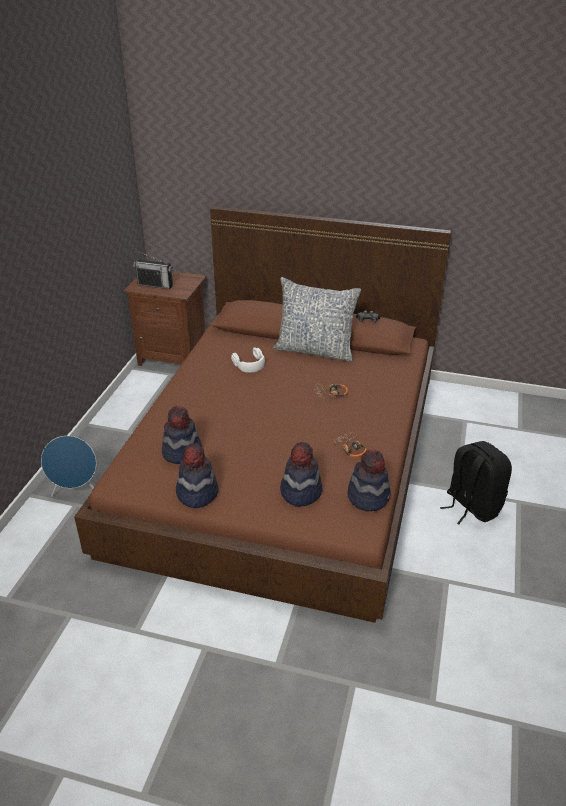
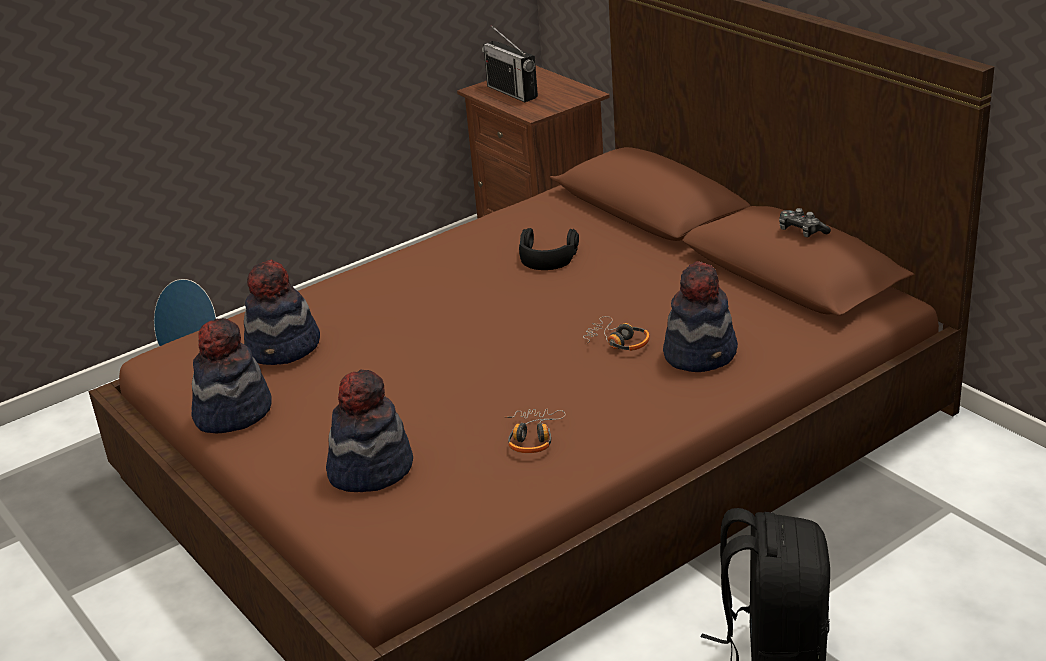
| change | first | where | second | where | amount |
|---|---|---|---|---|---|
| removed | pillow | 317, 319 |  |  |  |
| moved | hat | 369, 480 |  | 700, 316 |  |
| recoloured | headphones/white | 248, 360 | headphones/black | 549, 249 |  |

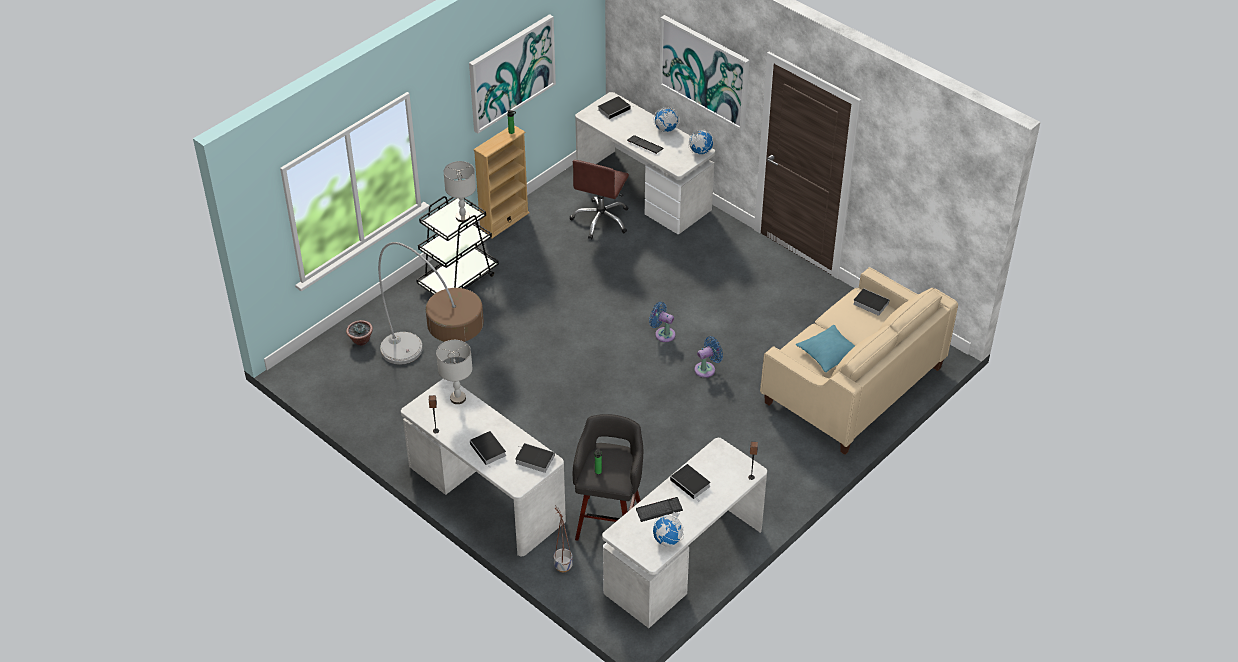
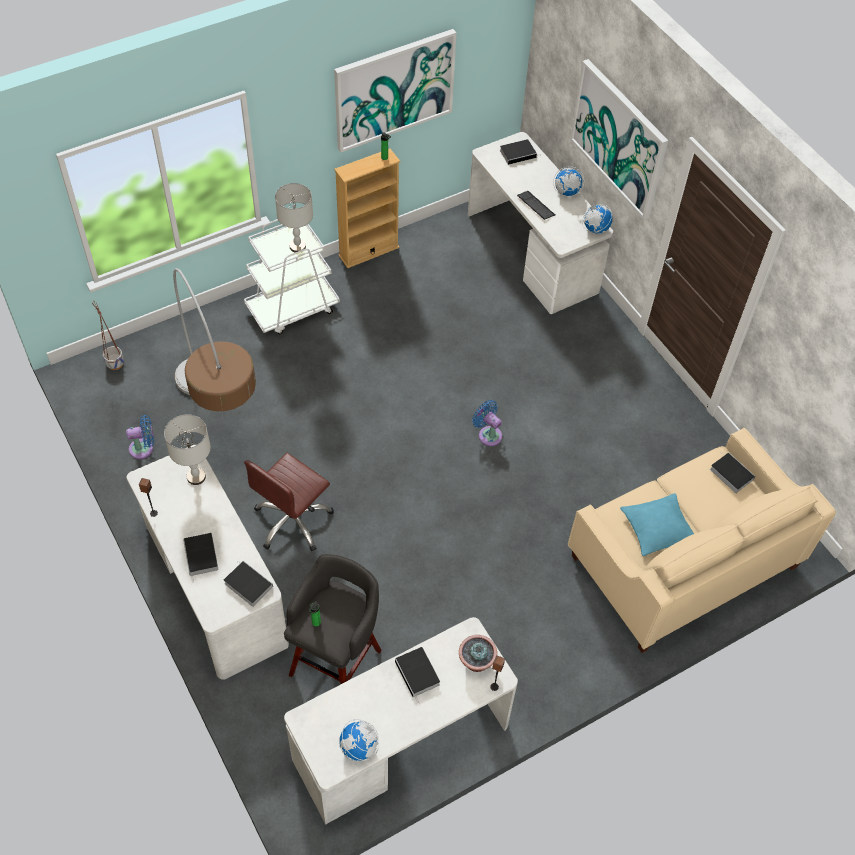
| change | first | where | second | where | amount |
|---|---|---|---|---|---|
| removed | keyboard | 659, 509 |  |  |  |
| moved | potted plant | 359, 333 |  | 478, 653 |  |
| moved | planter | 563, 538 |  | 108, 335 |  |
| moved | office chair/brown | 599, 199 |  | 289, 502 |  |
| moved | fan/blue | 708, 357 |  | 140, 437 |  |
| recoloured | cart/black | 457, 245 | cart/white | 292, 276 |  |

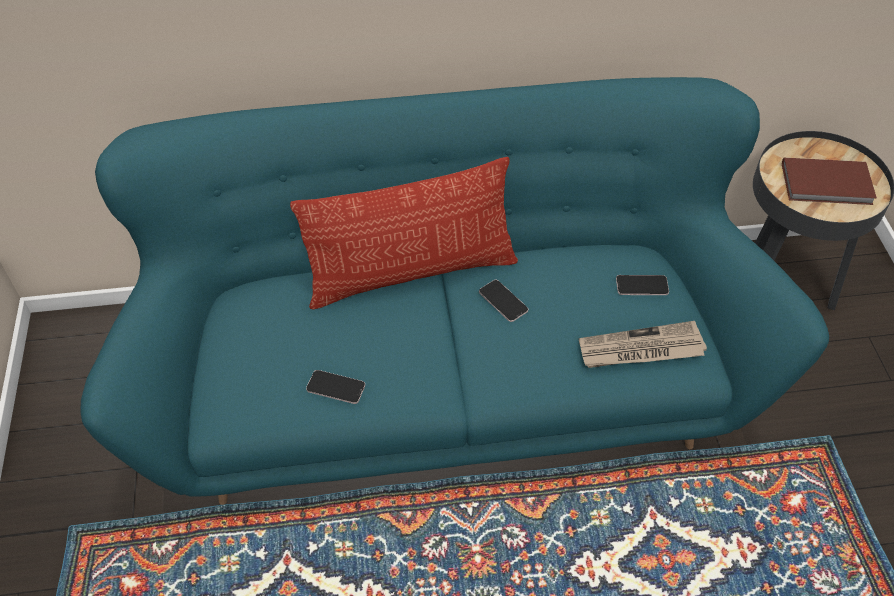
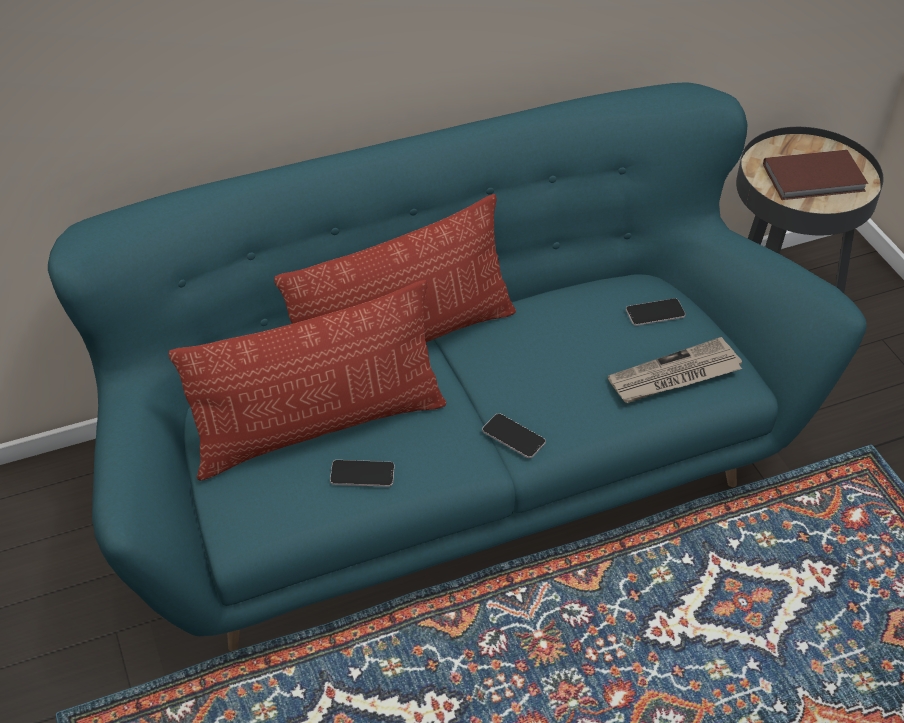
| change | first | where | second | where | amount |
|---|---|---|---|---|---|
| added |  |  | pillow | 307, 380 |  |
| moved | phone | 503, 301 |  | 514, 435 |  |

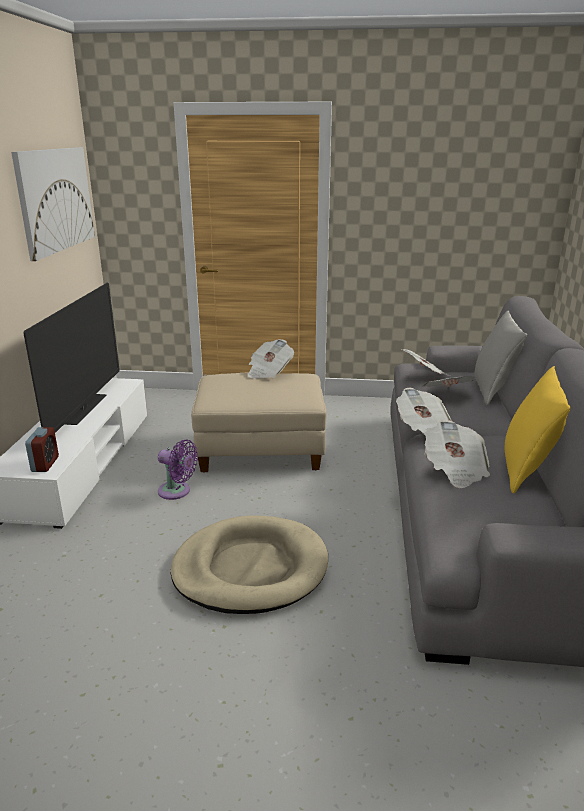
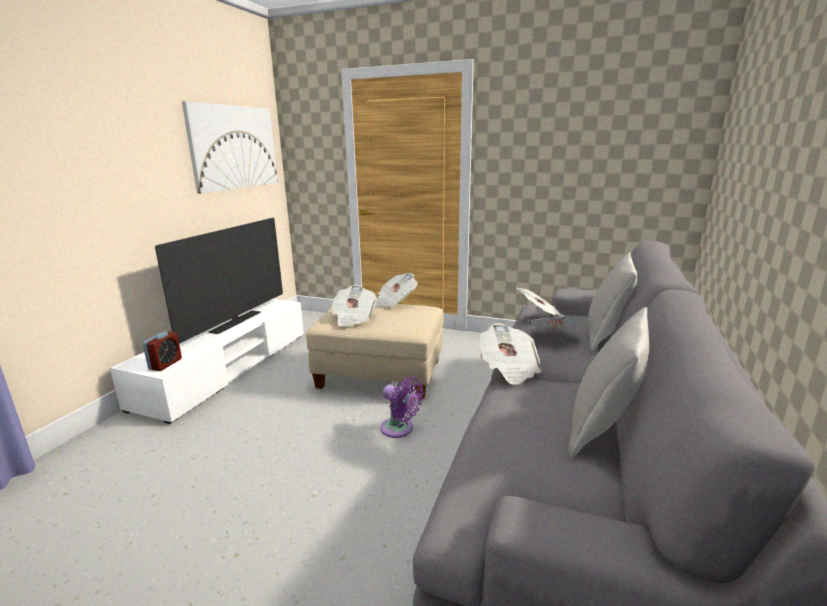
| change | first | where | second | where | amount |
|---|---|---|---|---|---|
| removed | dog bed/beige | 249, 565 |  |  |  |
| moved | fan/purple | 178, 470 |  | 402, 407 |  |
| moved | newspaper | 457, 454 |  | 354, 306 |  |
| recoloured | pillow/yellow | 537, 429 | pillow/grey | 608, 382 |  |

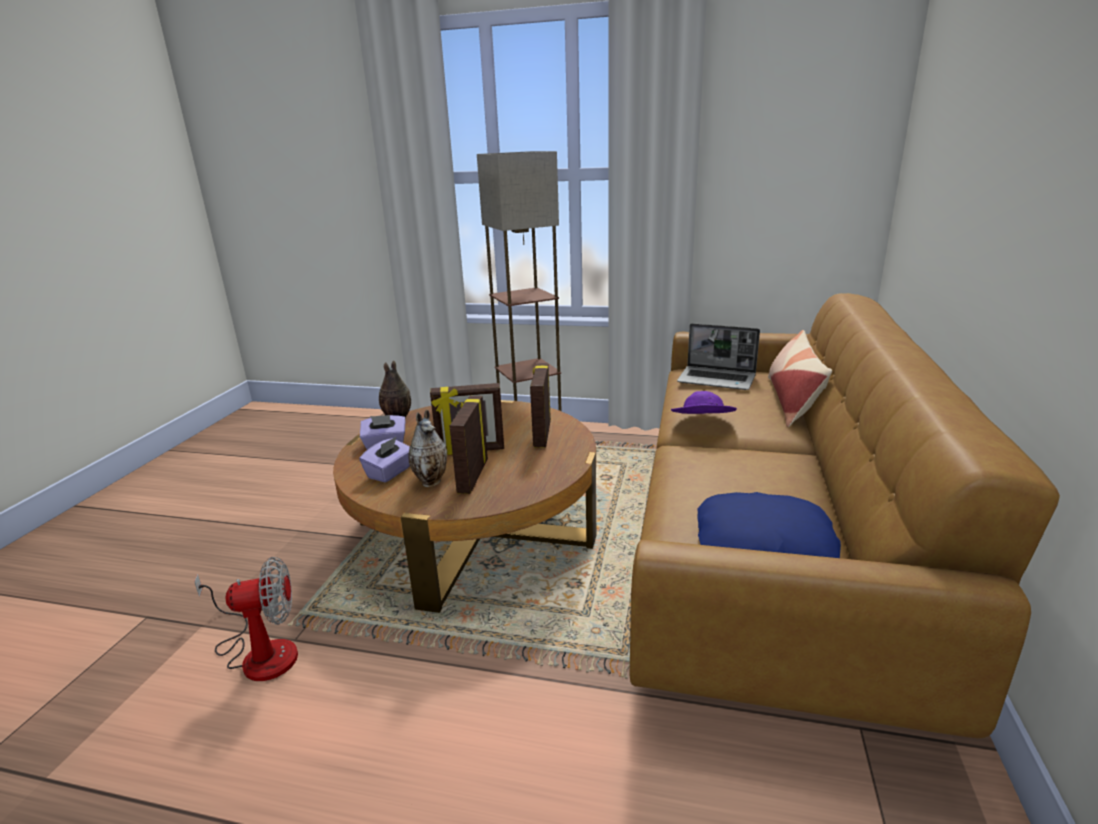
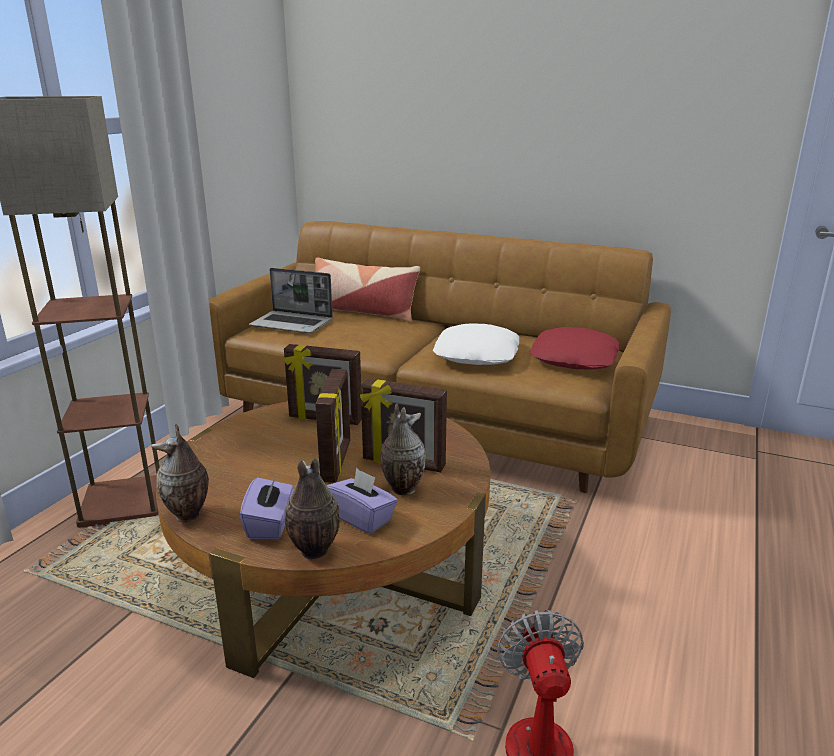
| change | first | where | second | where | amount |
|---|---|---|---|---|---|
| removed | hat/purple | 704, 402 |  |  |  |
| added |  |  | vase | 312, 508 |  |
| added |  |  | pillow/white | 476, 344 |  |
| recoloured | pillow/blue | 769, 525 | pillow/red | 574, 348 |  |
| turned | laptop | 718, 356 |  | 291, 301 | 75 degrees clockwise |

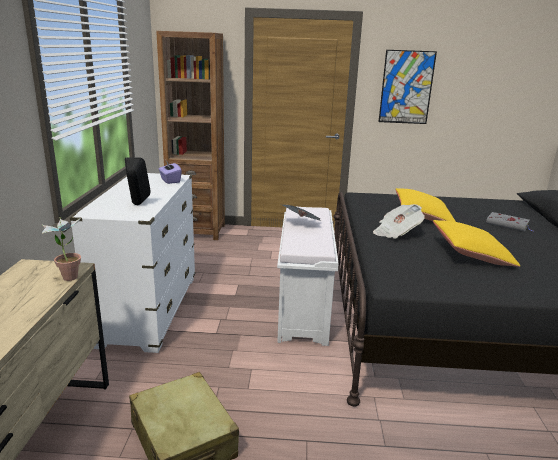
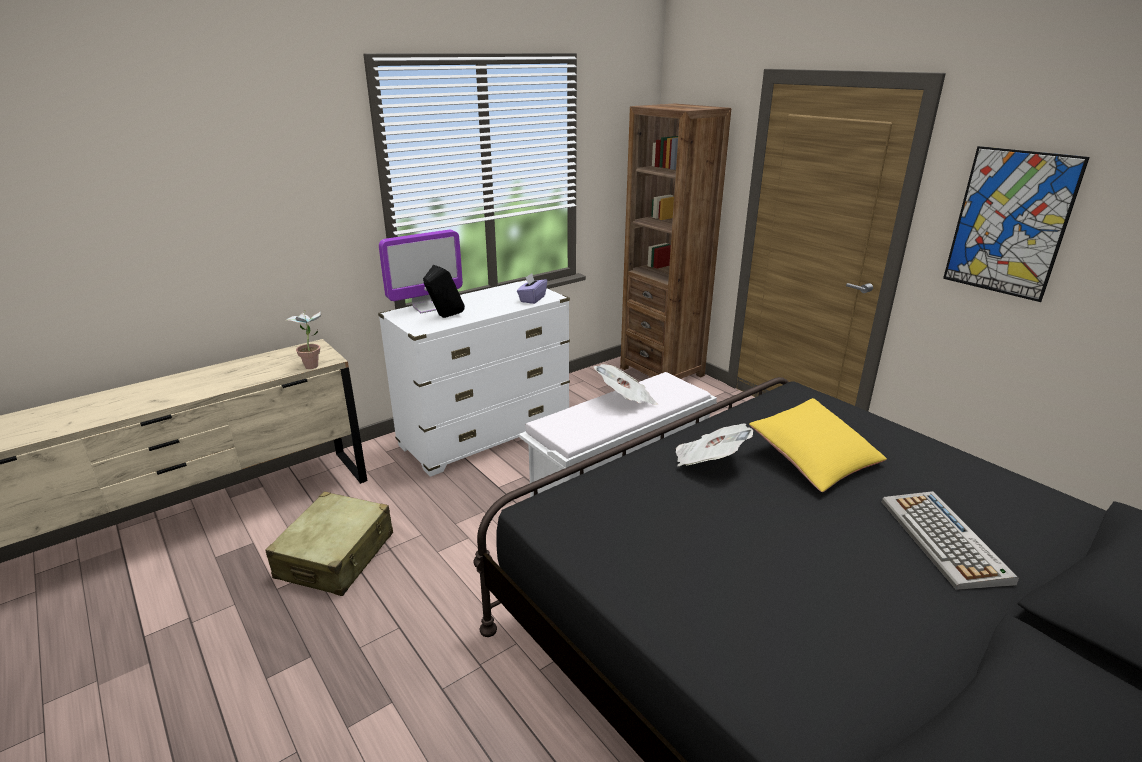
| change | first | where | second | where | amount |
|---|---|---|---|---|---|
| removed | pillow/yellow | 476, 243 |  |  |  |
| added |  |  | monitor | 421, 271 |  |
| replaced | book/grey | 509, 222 | keyboard | 950, 540 |  |

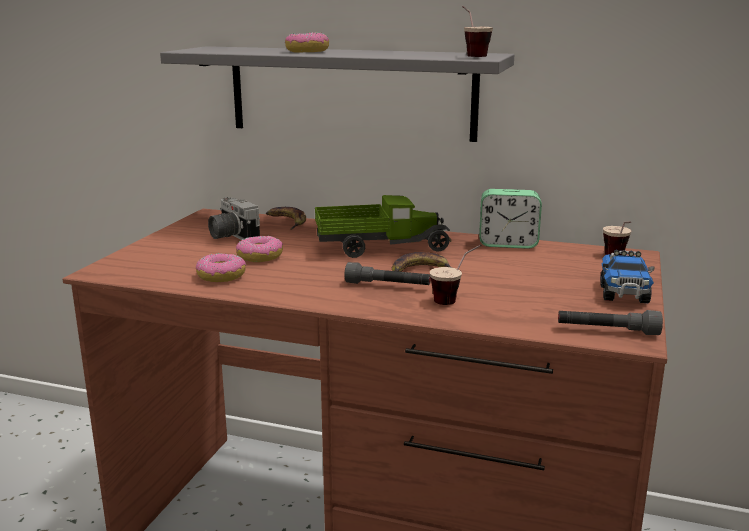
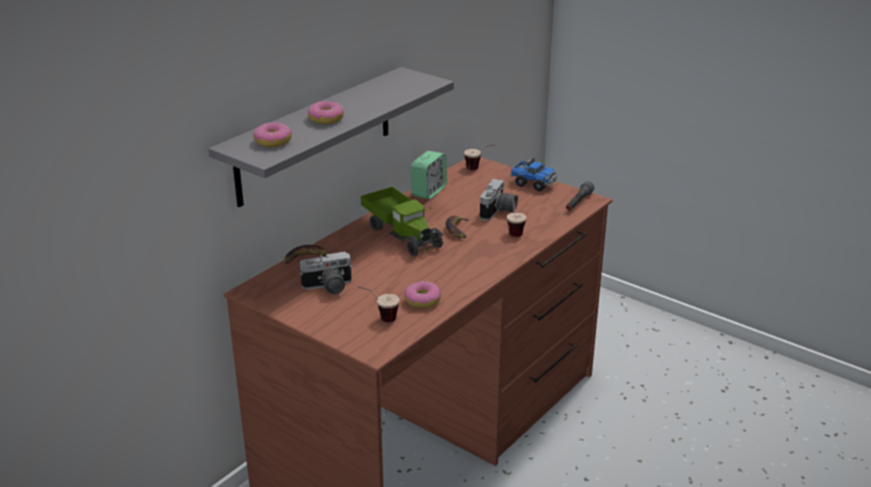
| change | first | where | second | where | amount |
|---|---|---|---|---|---|
| removed | flashlight/grey | 387, 273 |  |  |  |
| added |  |  | photo camera | 499, 200 |  |
| moved | donut | 259, 249 |  | 272, 134 |  |
| moved | cup | 477, 31 |  | 378, 304 |  |
| turned | toy truck | 383, 226 |  | 402, 221 | 135 degrees clockwise |

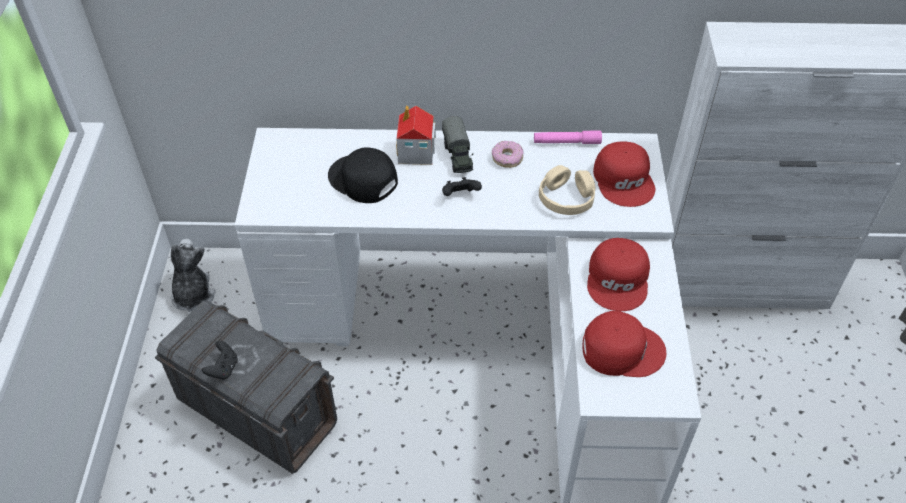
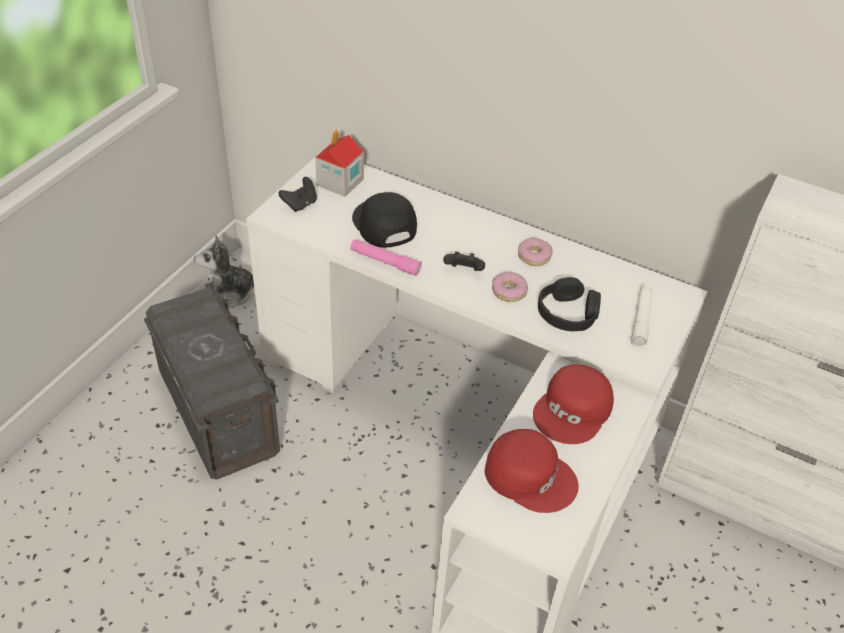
| change | first | where | second | where | amount |
|---|---|---|---|---|---|
| removed | toy truck | 457, 144 |  |  |  |
| added |  |  | donut | 510, 287 |  |
| moved | game controller/black | 220, 360 |  | 297, 194 |  |
| moved | toy house | 416, 135 |  | 339, 163 |  |
| moved | flashlight/pink | 568, 137 |  | 386, 258 |  |
| replaced | cap/red | 624, 174 | flashlight/white | 641, 316 |  |
| recoloured | headphones/beige | 567, 190 | headphones/black | 569, 304 |  |
| turned | plush toy | 193, 275 |  | 224, 271 | 120 degrees counterclockwise |

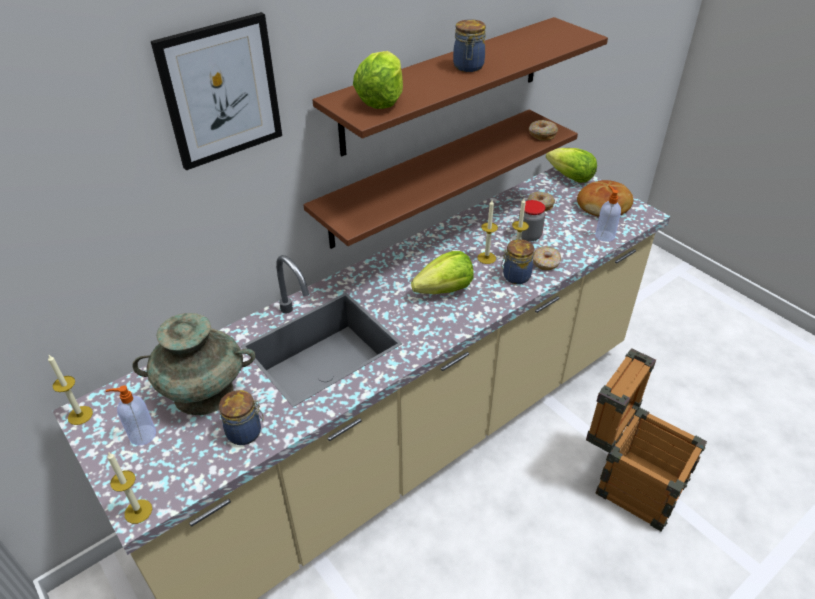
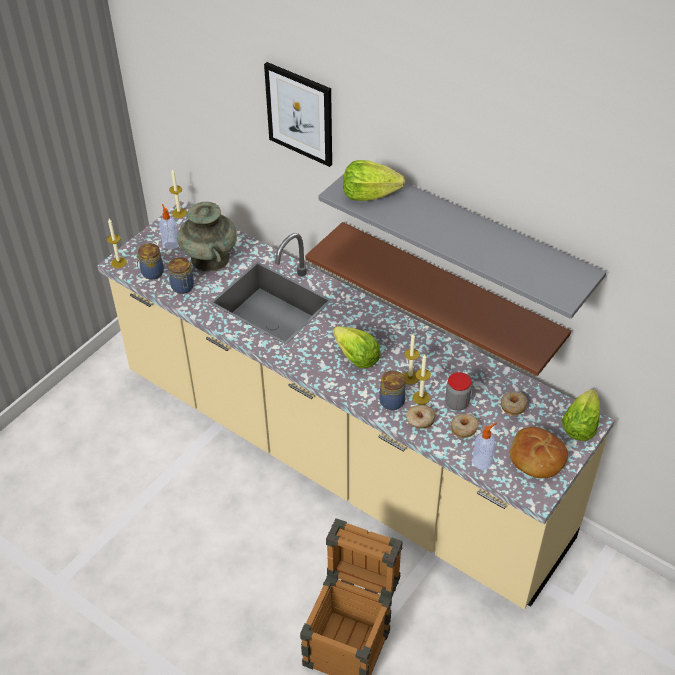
| change | first | where | second | where | amount |
|---|---|---|---|---|---|
| moved | jar | 469, 45 |  | 149, 261 |  |
| moved | donut | 543, 130 |  | 464, 426 |  |
| recoloured | shelf/brown | 460, 86 | shelf/grey | 462, 246 |  |

